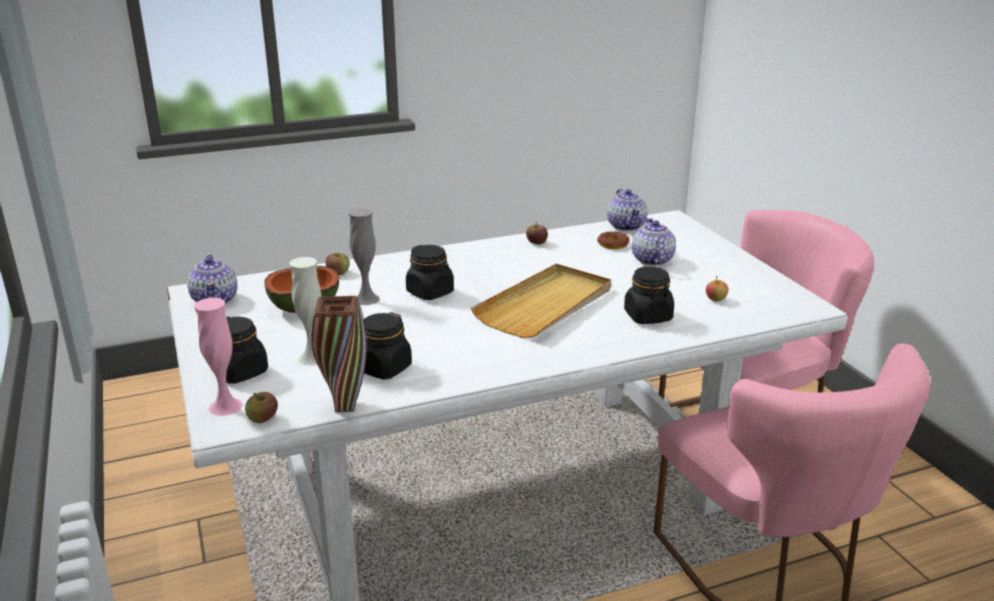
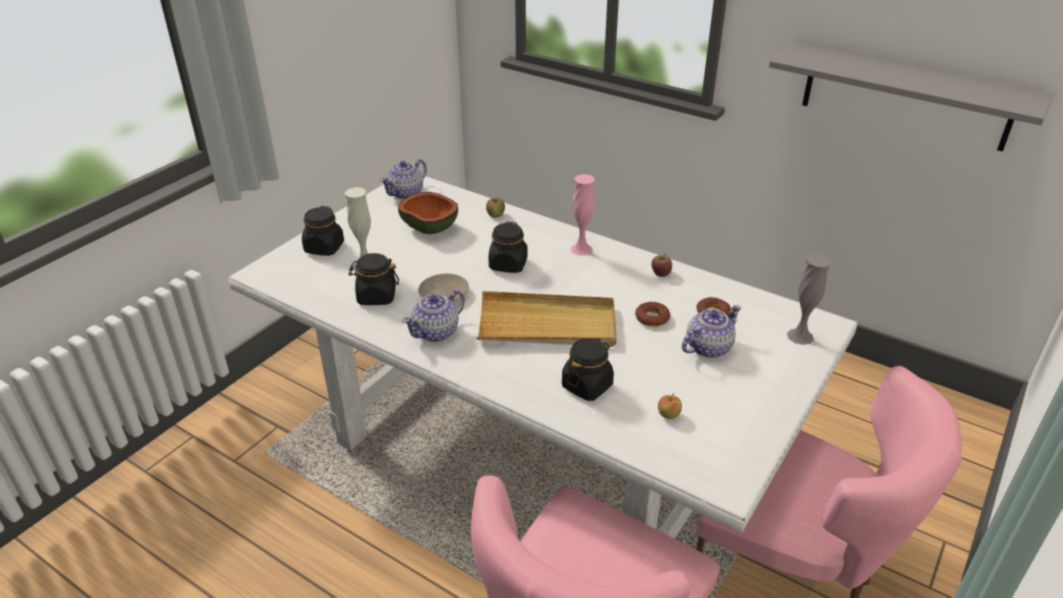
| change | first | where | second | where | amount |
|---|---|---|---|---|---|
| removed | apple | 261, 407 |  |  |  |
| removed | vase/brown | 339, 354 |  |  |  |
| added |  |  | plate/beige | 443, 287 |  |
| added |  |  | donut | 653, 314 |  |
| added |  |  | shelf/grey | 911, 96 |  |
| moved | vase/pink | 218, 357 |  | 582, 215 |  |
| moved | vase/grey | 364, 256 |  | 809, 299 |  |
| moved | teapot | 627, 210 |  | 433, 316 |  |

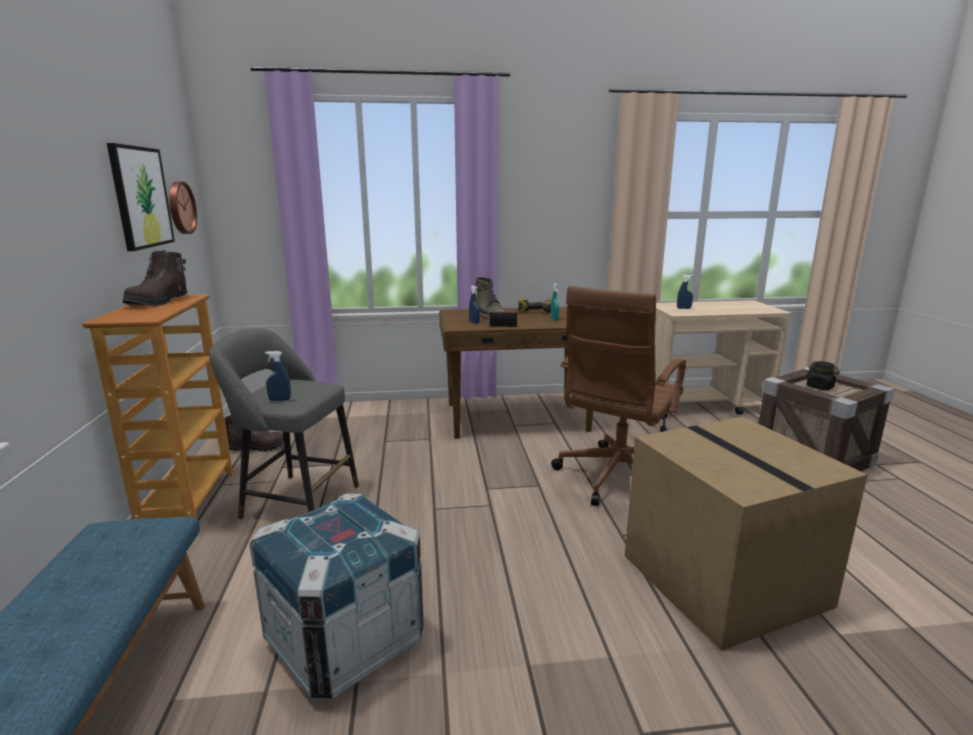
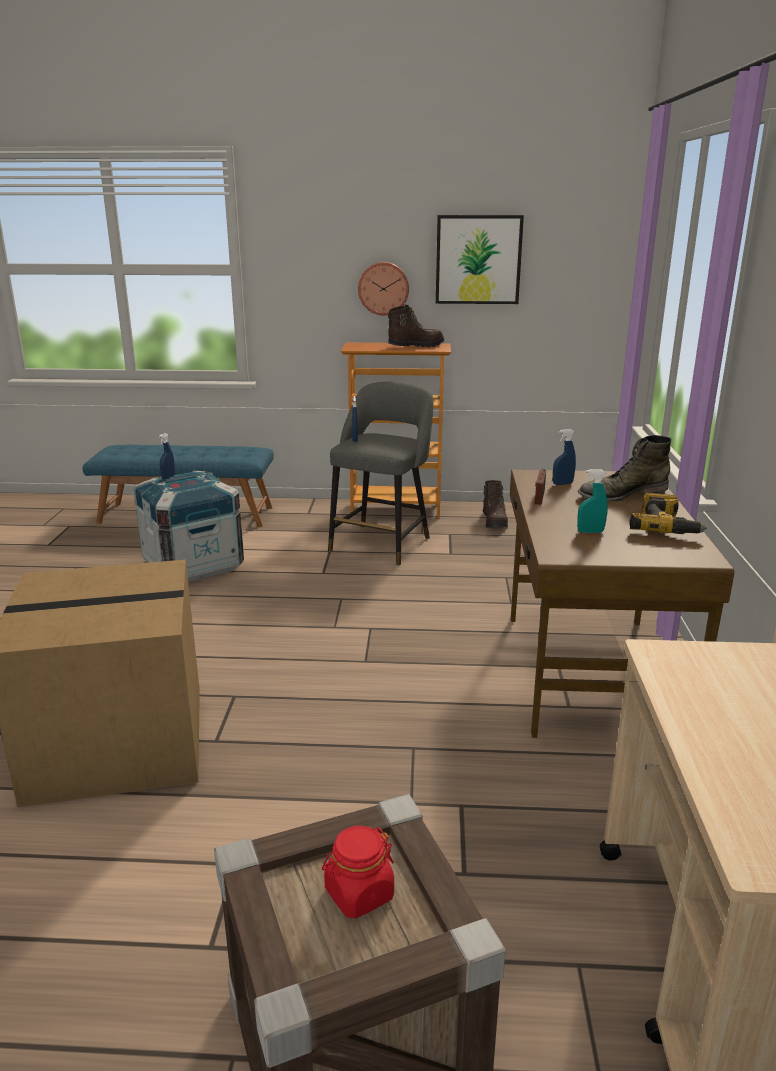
| change | first | where | second | where | amount |
|---|---|---|---|---|---|
| removed | office chair/brown | 618, 396 |  |  |  |
| moved | wall clock | 183, 207 |  | 383, 288 |  |
| moved | spray bottle/blue | 685, 292 |  | 167, 456 |  |
| recoloured | jar/black | 823, 375 | jar/red | 358, 872 |  |
| turned | boot/brown | 155, 278 |  | 416, 326 | 135 degrees clockwise |

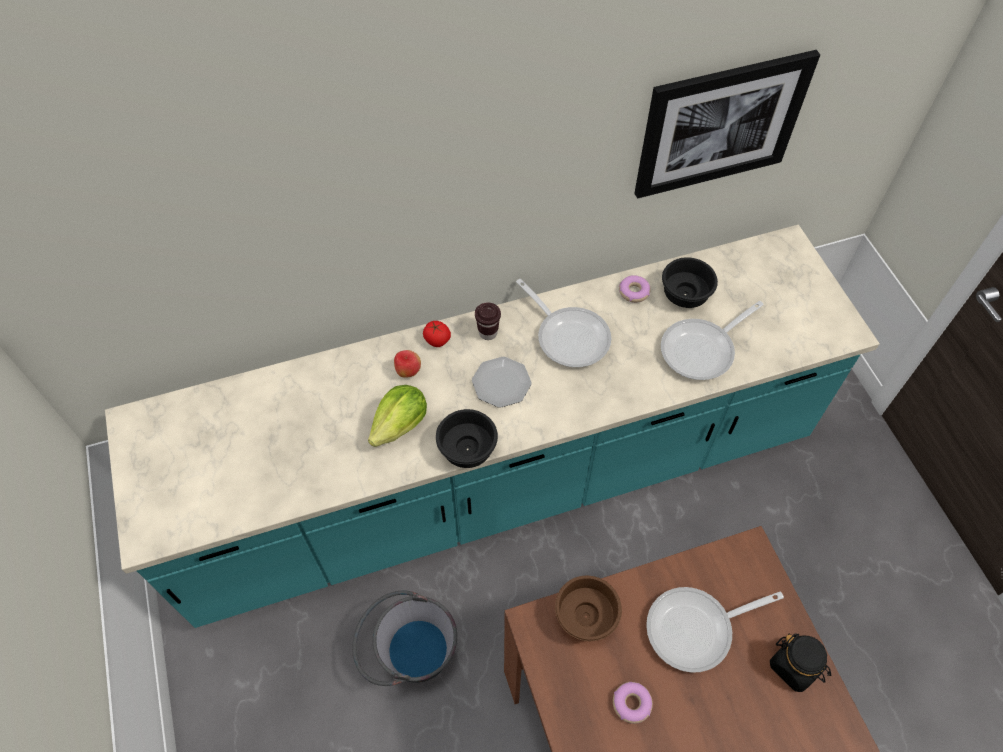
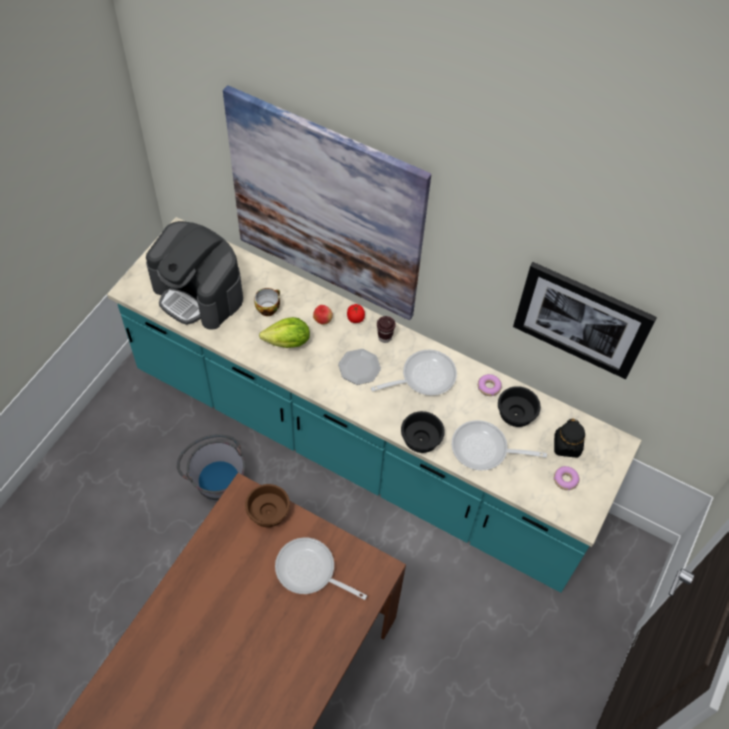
| change | first | where | second | where | amount |
|---|---|---|---|---|---|
| added |  |  | coffee machine | 194, 275 |  |
| added |  |  | picture | 327, 202 |  |
| added |  |  | cup | 267, 302 |  |
| moved | bowl/black | 467, 438 |  | 423, 432 |  |
| moved | donut | 633, 703 |  | 566, 478 |  |
| moved | jar/black | 800, 662 |  | 569, 438 |  |
| turned | frying pan | 563, 323 |  | 414, 372 | 120 degrees counterclockwise |

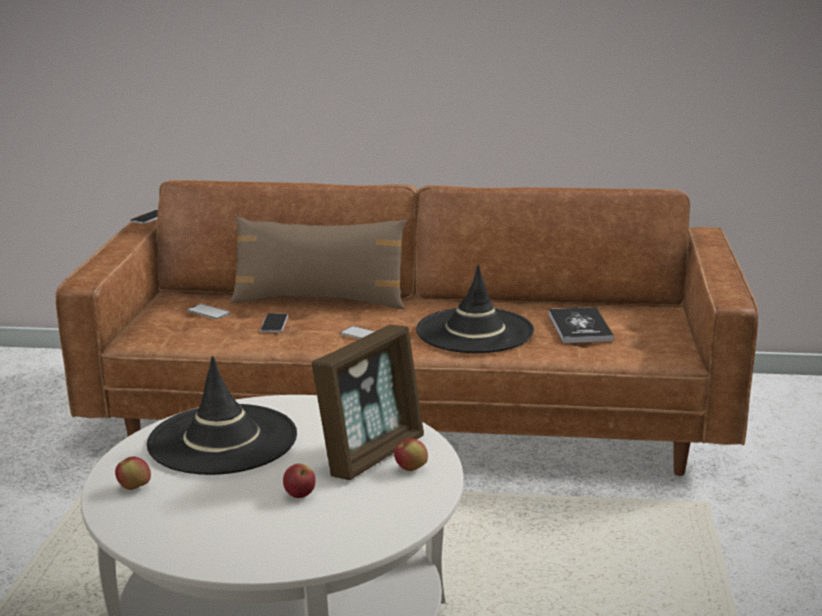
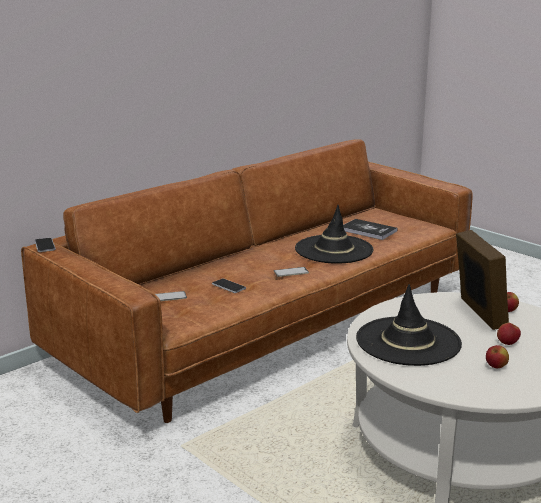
| change | first | where | second | where | amount |
|---|---|---|---|---|---|
| removed | pillow/brown | 318, 263 |  |  |  |
| moved | apple | 133, 473 |  | 497, 356 |  |

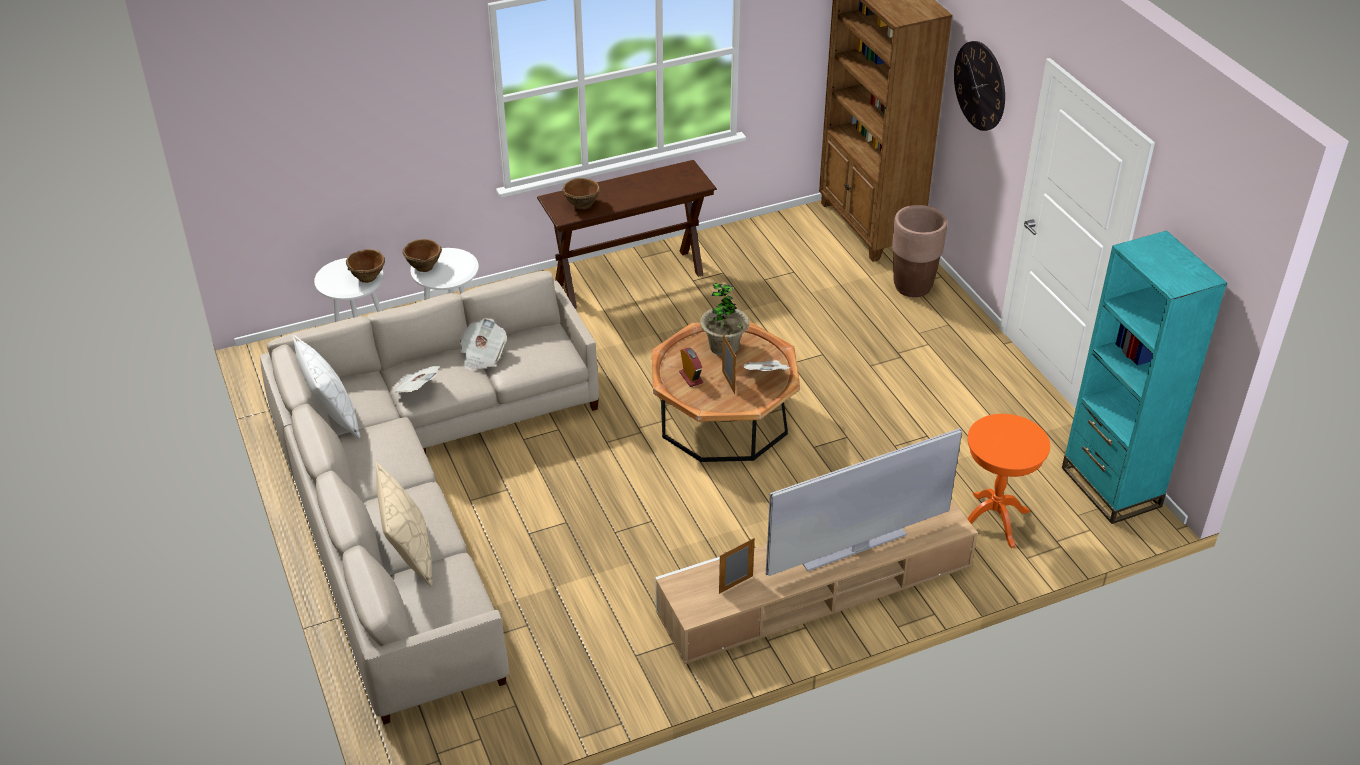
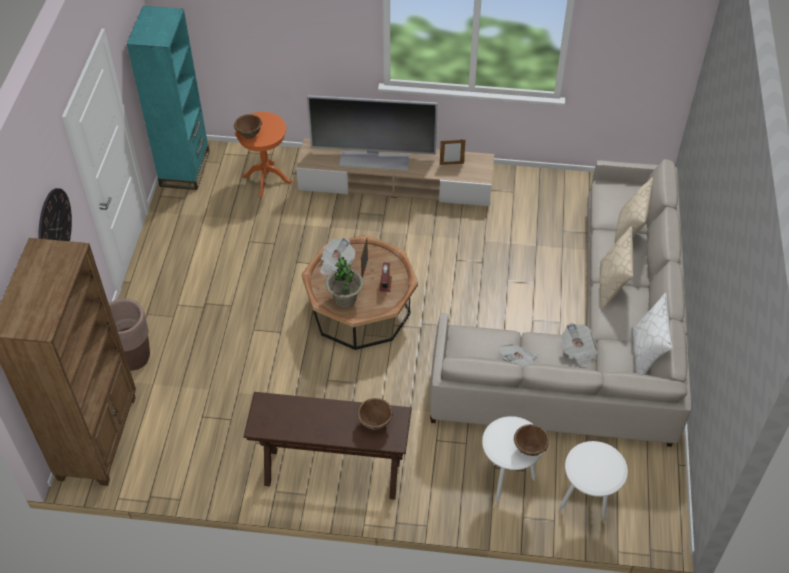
| change | first | where | second | where | amount |
|---|---|---|---|---|---|
| added |  |  | pillow/beige | 617, 268 |  |
| moved | bowl/brown | 365, 266 |  | 248, 126 |  |

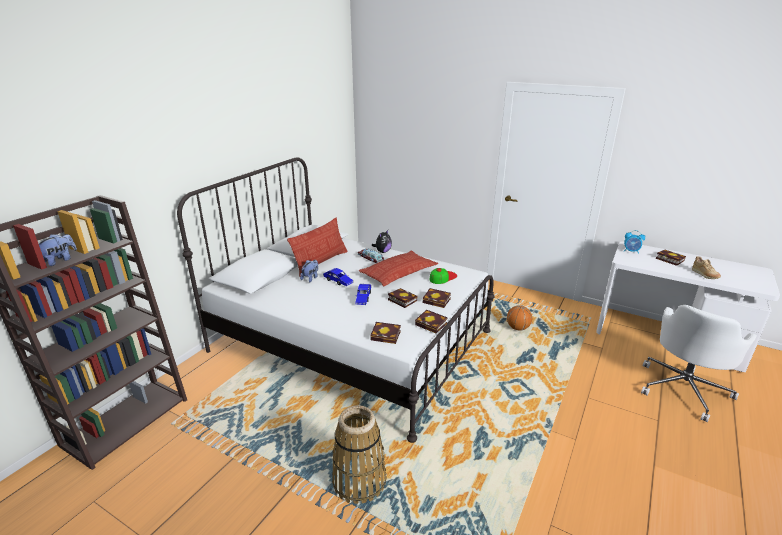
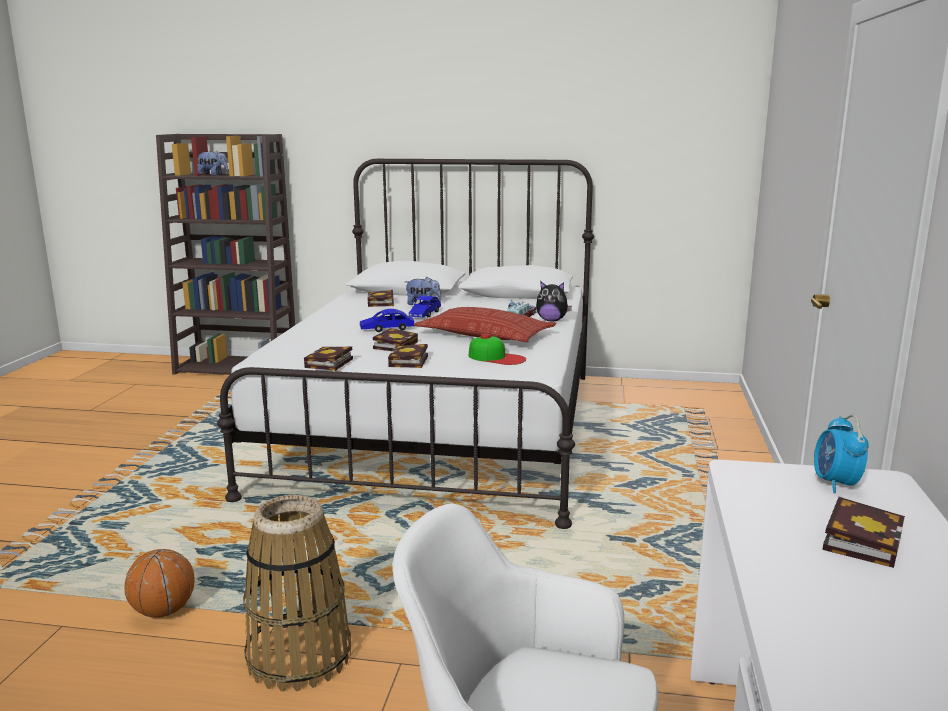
| change | first | where | second | where | amount |
|---|---|---|---|---|---|
| removed | pillow | 317, 247 |  |  |  |
| removed | shoe/beige | 706, 267 |  |  |  |
| moved | basket | 359, 454 |  | 297, 593 |  |
| moved | book | 385, 333 |  | 381, 298 |  |
| moved | basketball | 519, 317 |  | 159, 583 |  |

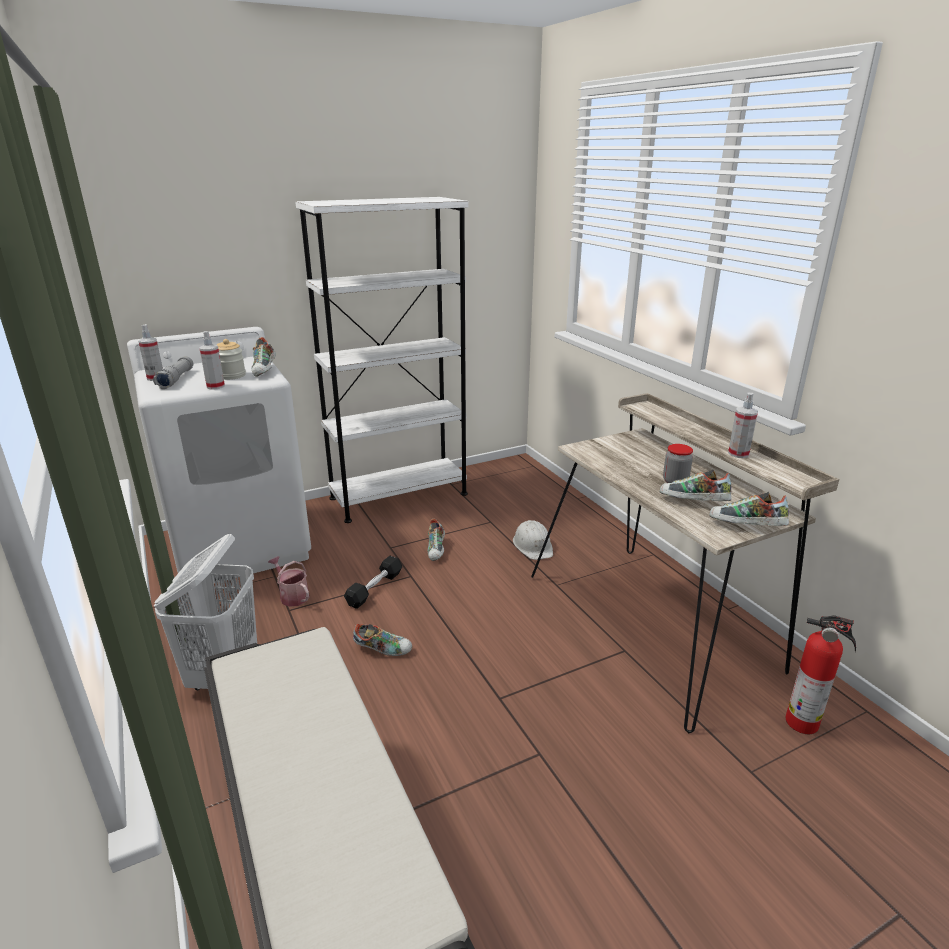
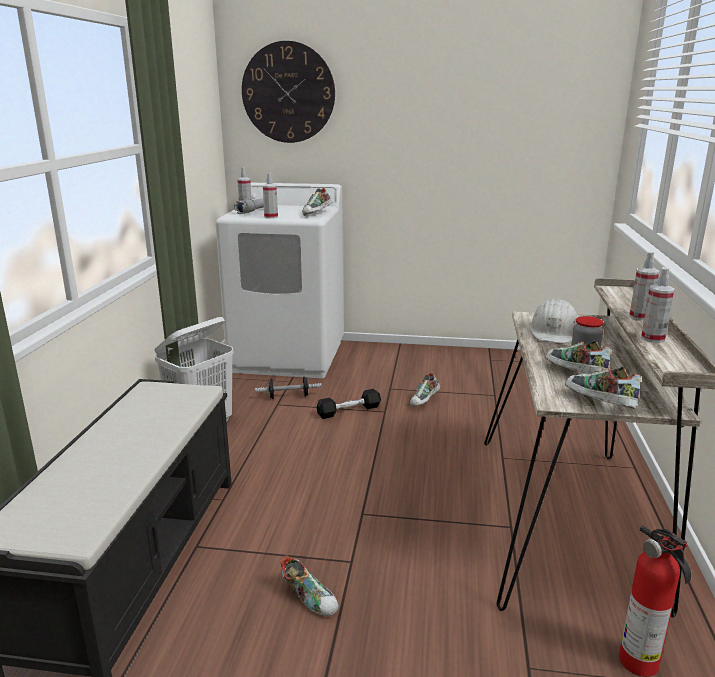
| change | first | where | second | where | amount |
|---|---|---|---|---|---|
| removed | jar | 231, 359 |  |  |  |
| removed | bookcase/white | 381, 360 |  |  |  |
| added |  |  | wall clock | 288, 92 |  |
| added |  |  | spray bottle | 644, 285 |  |
| moved | shoe | 382, 640 |  | 309, 586 |  |
| moved | hard hat/white | 533, 540 |  | 553, 320 |  |
| replaced | watering can | 289, 581 | dumbbell | 288, 388 |  |

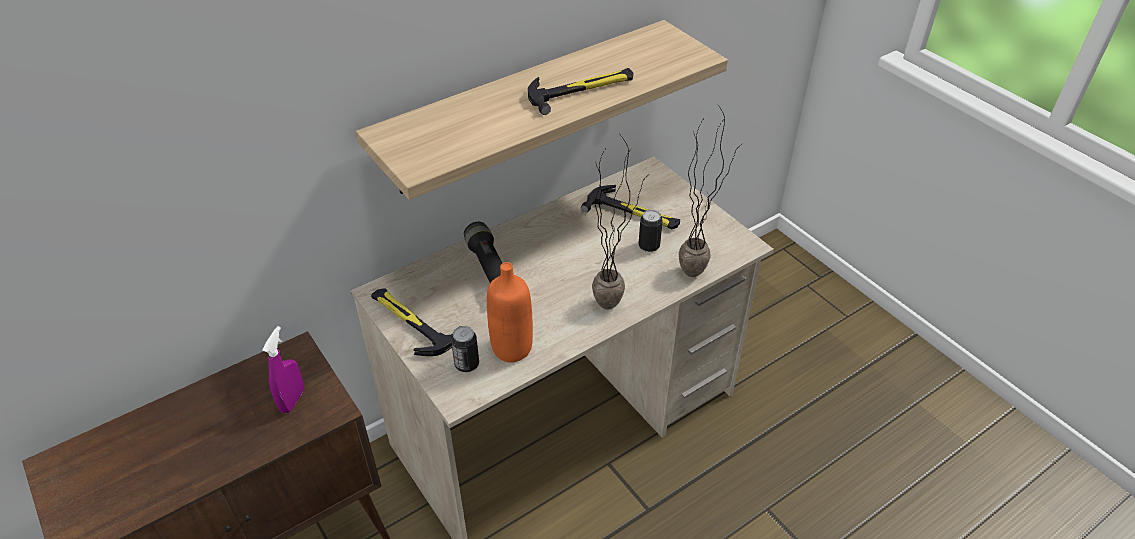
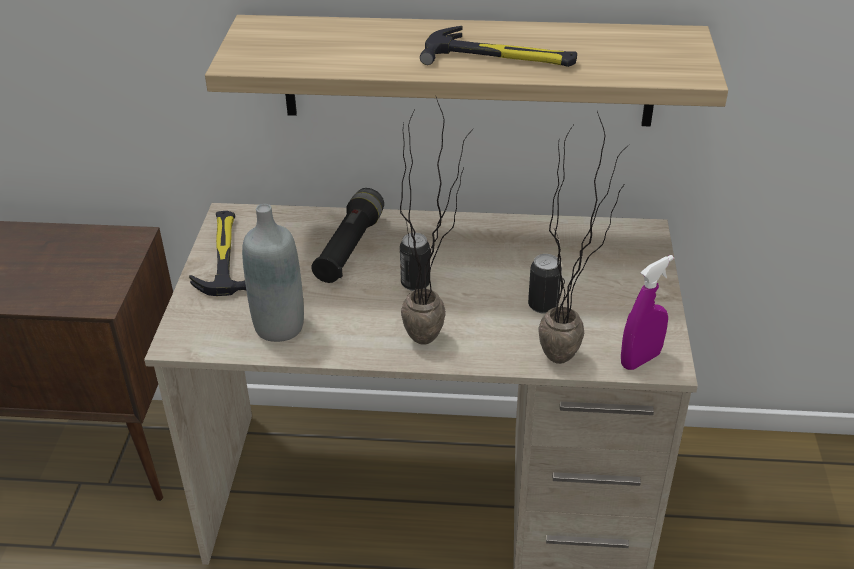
| change | first | where | second | where | amount |
|---|---|---|---|---|---|
| removed | hammer | 630, 207 |  |  |  |
| moved | spray bottle/purple | 283, 369 |  | 647, 312 |  |
| moved | can | 465, 349 |  | 415, 262 |  |
| recoloured | bottle/orange | 510, 312 | bottle/grey | 273, 273 |  |

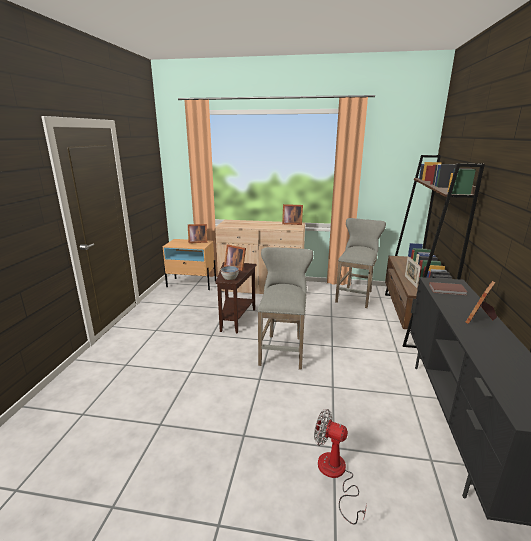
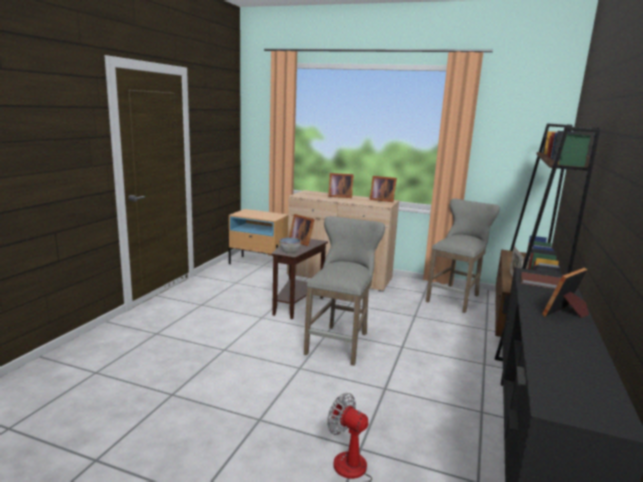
| change | first | where | second | where | amount |
|---|---|---|---|---|---|
| moved | picture frame | 197, 233 |  | 341, 185 |  |

